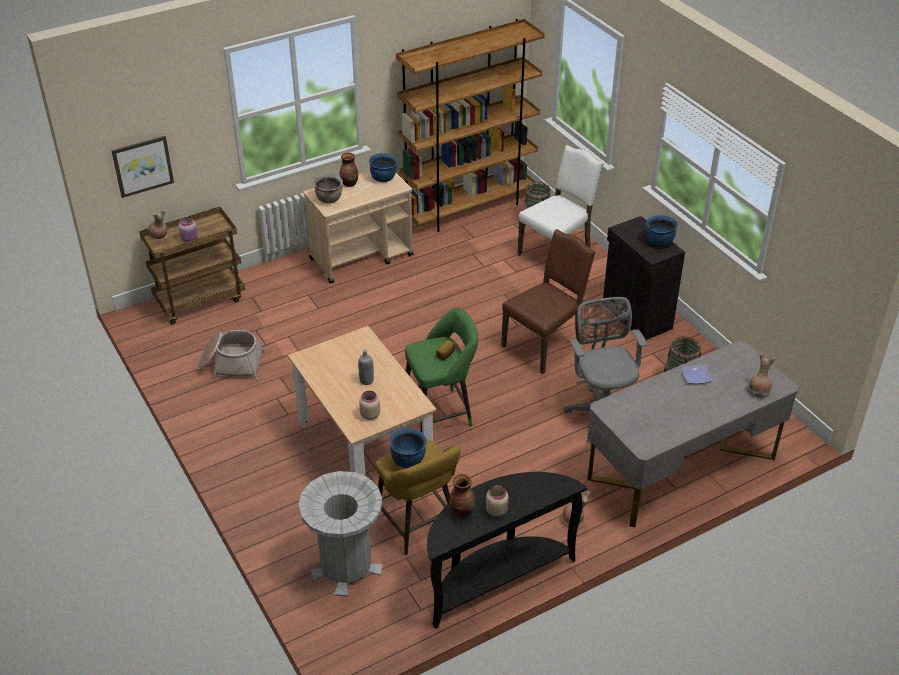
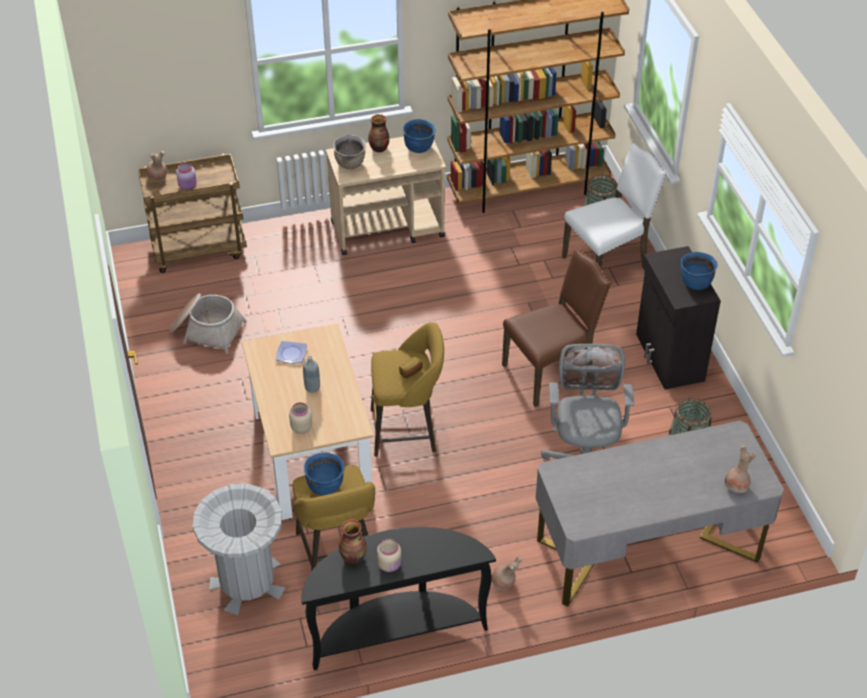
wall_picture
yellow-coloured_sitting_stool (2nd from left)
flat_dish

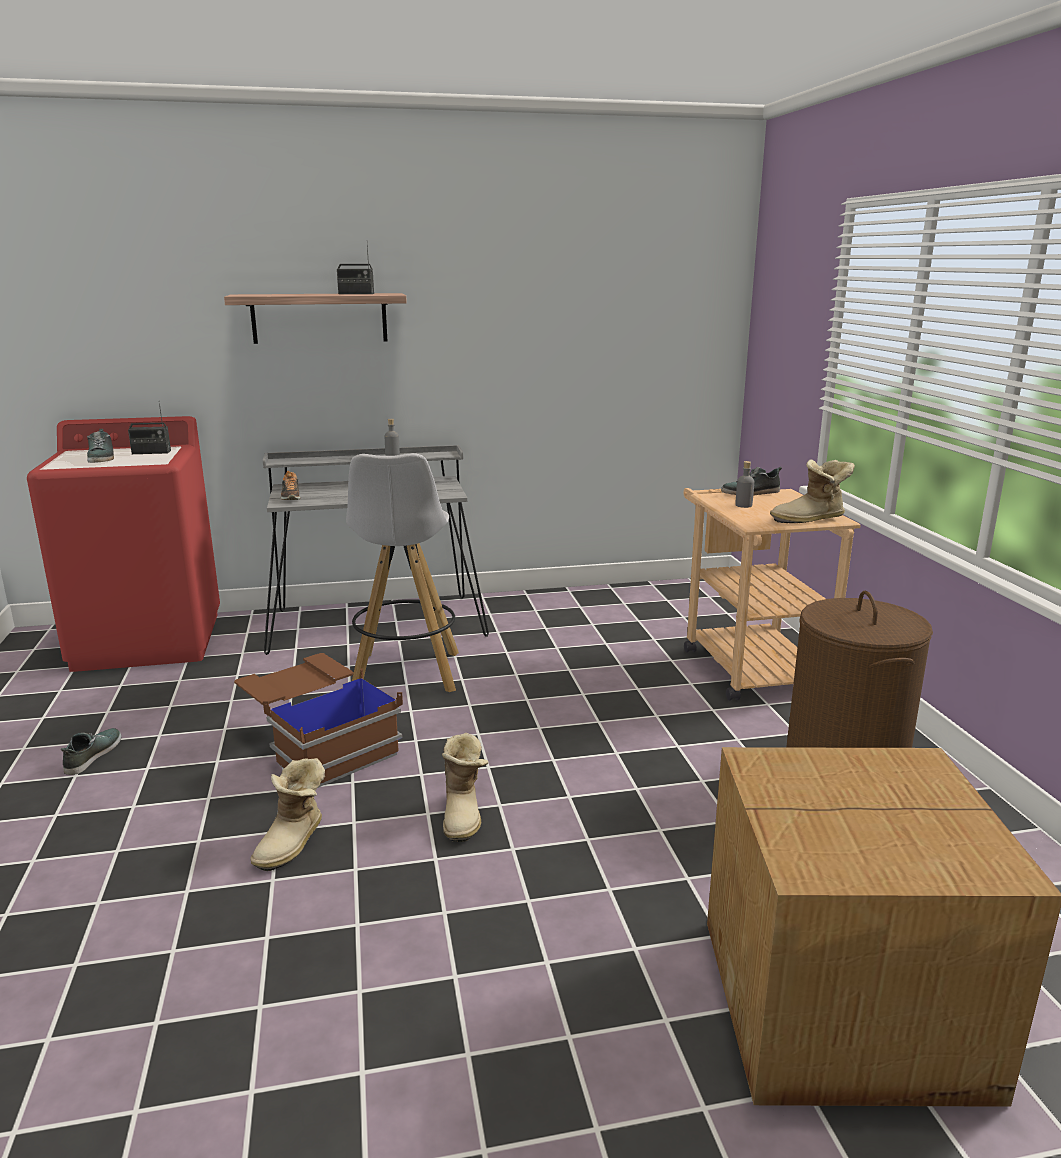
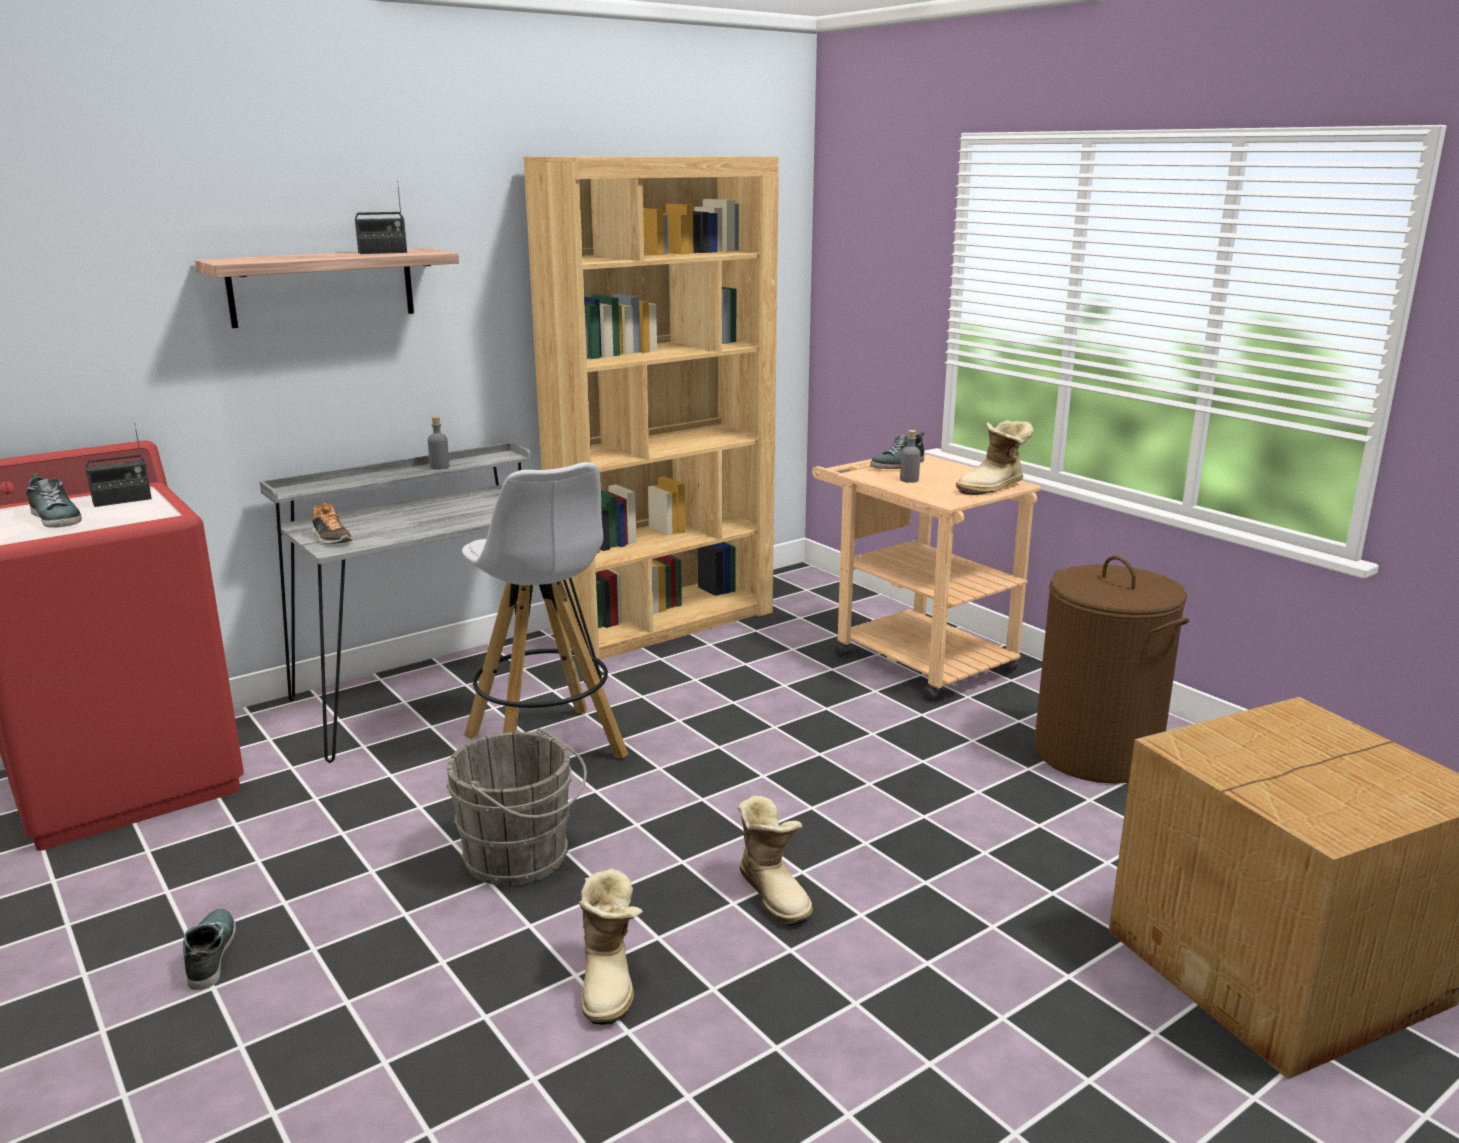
gray_water_bucket
brown-coloured_bookcase

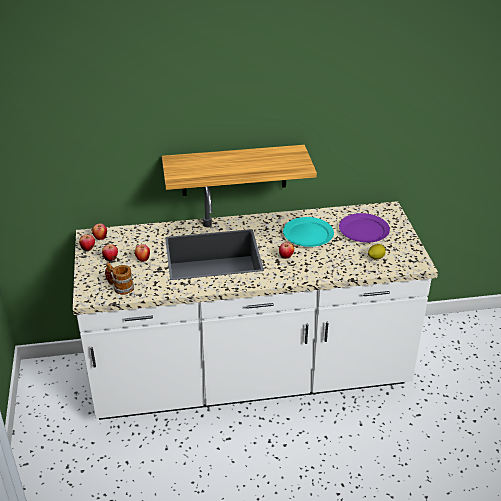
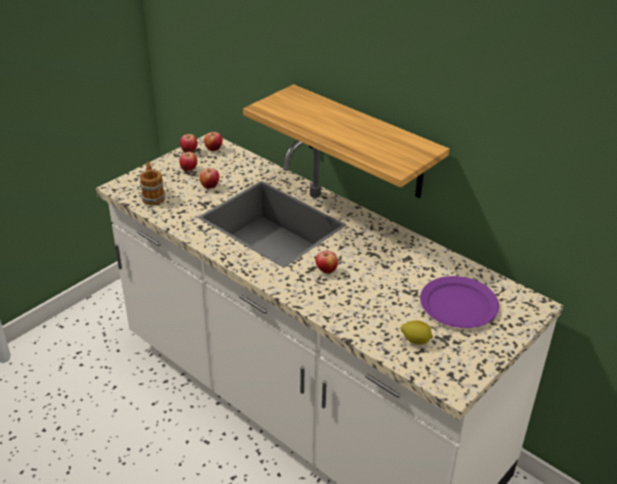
turquoise_flat_dish

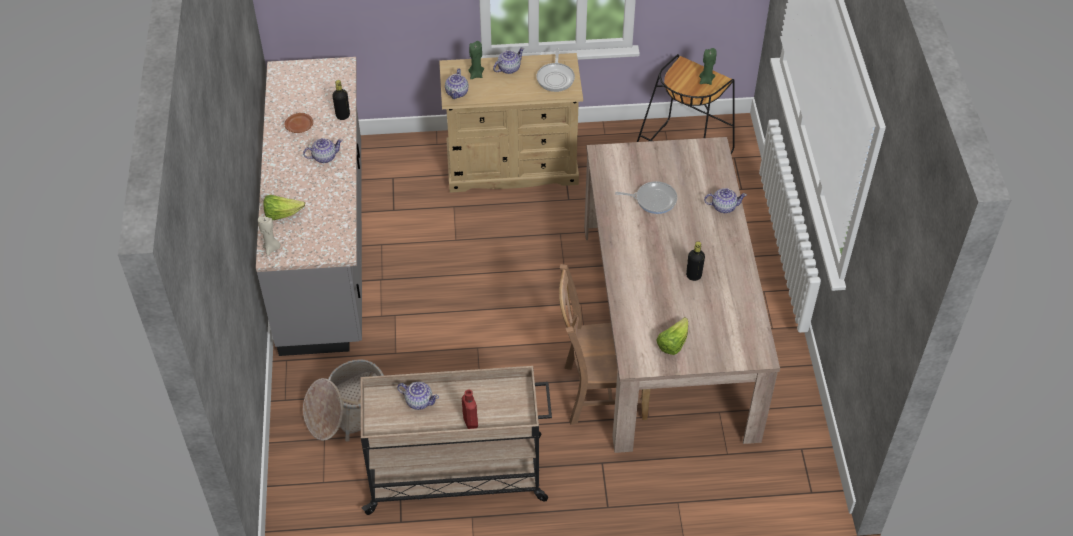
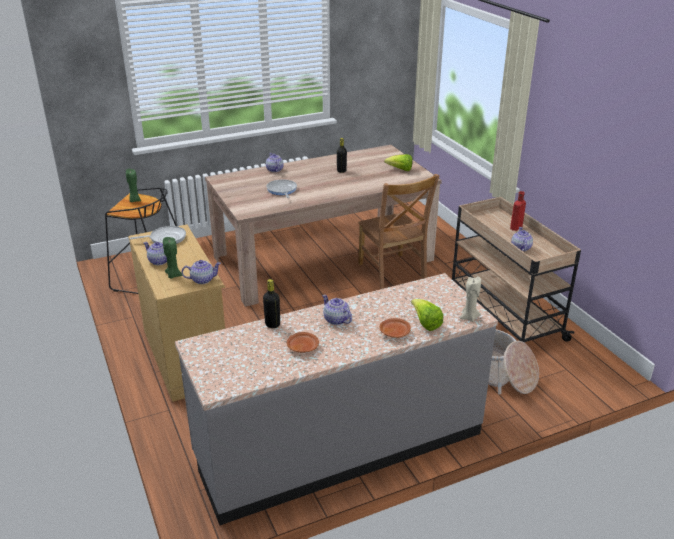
brown-coloured_flat_dish (2nd from left)

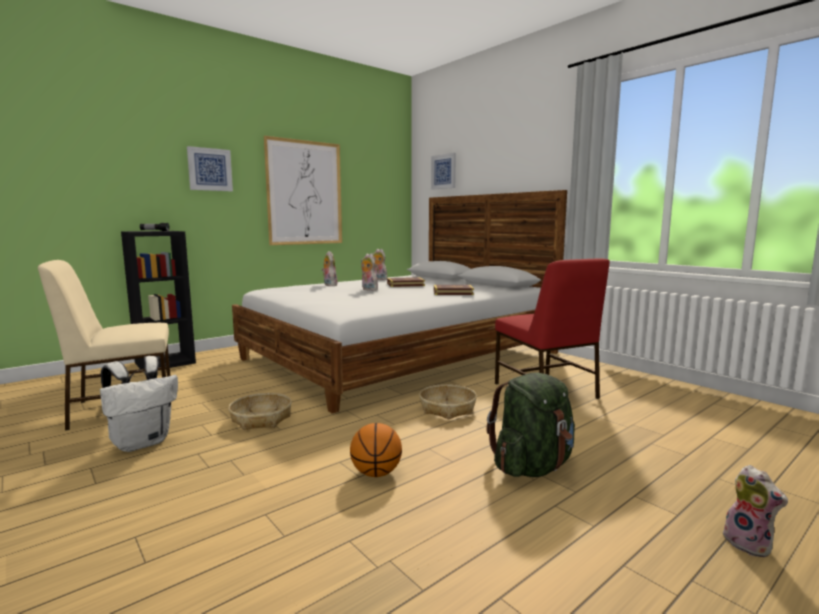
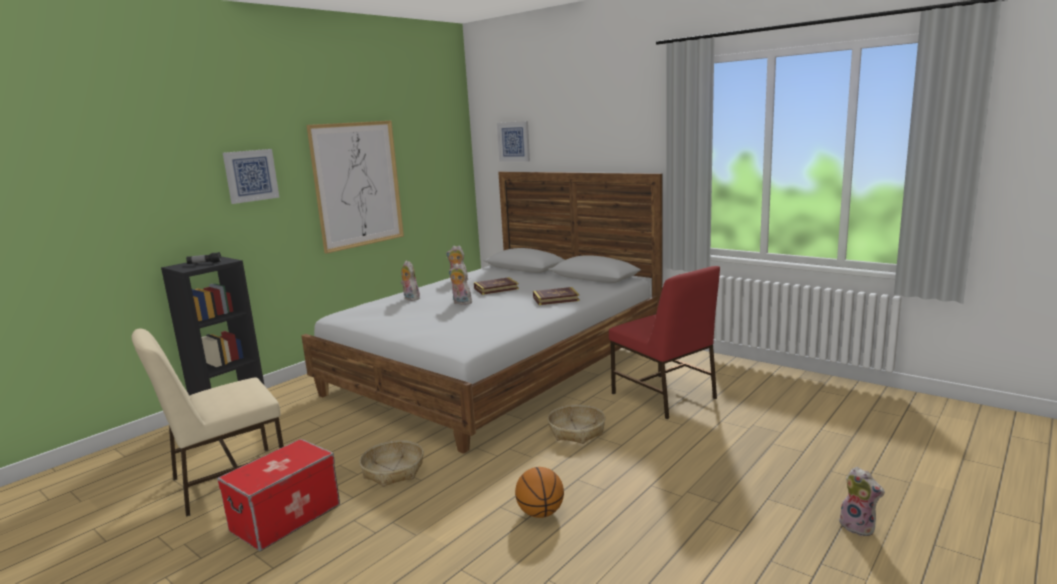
storage_container
green_rucksack

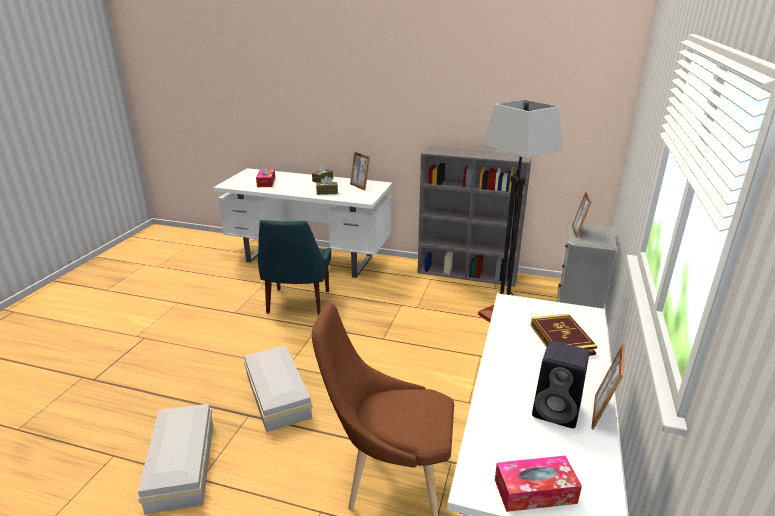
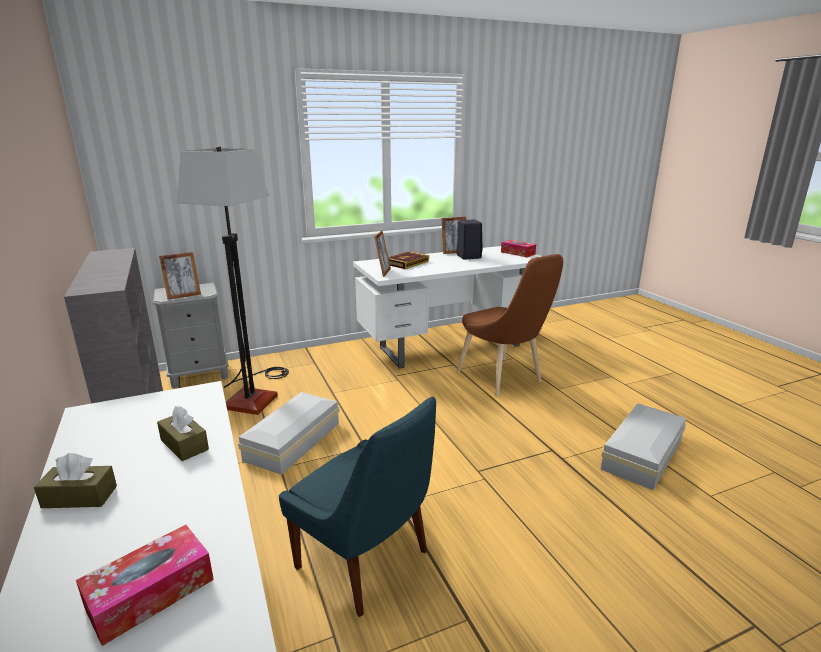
photo_frame (2nd from left)
blue_plain_chair
whitish_storage_container (1st from left)

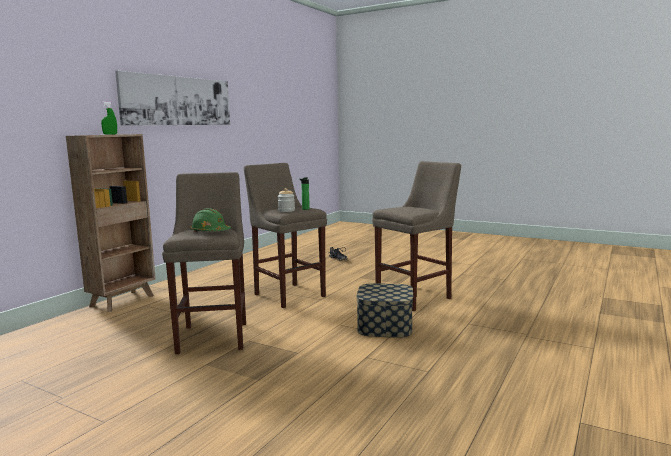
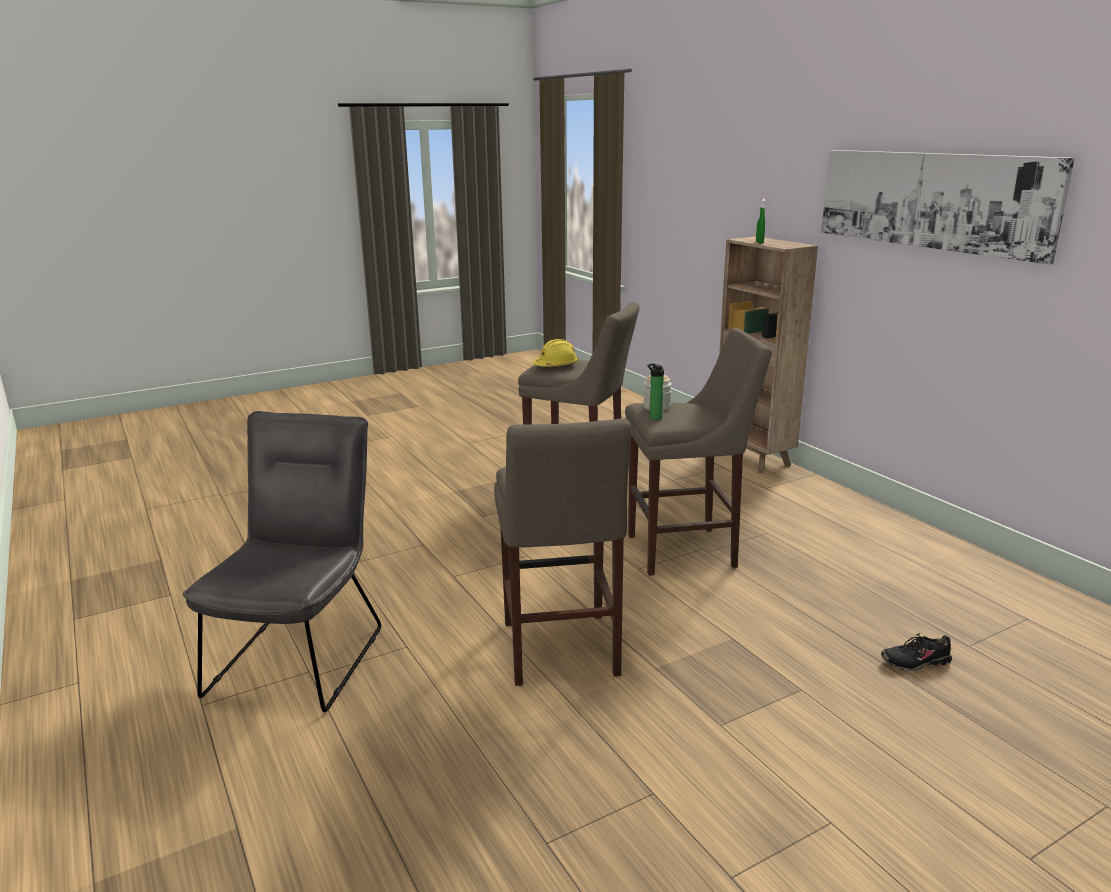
yellow-coloured_hard_hat
storage_container
gray_plain_chair

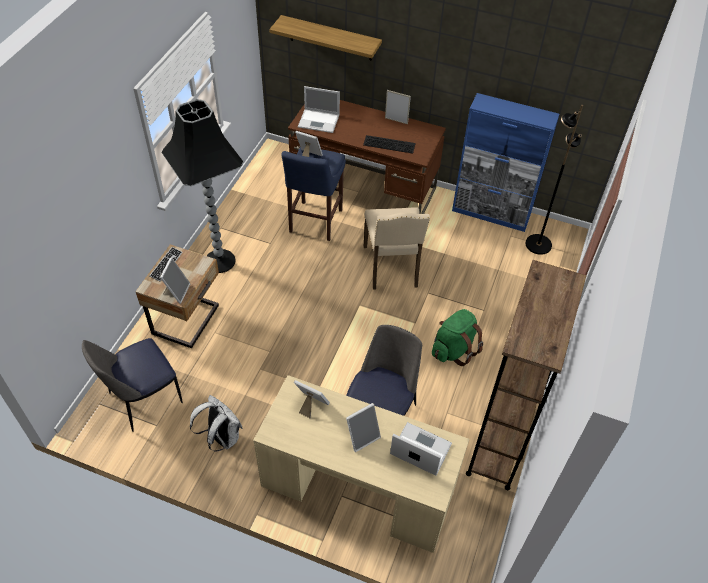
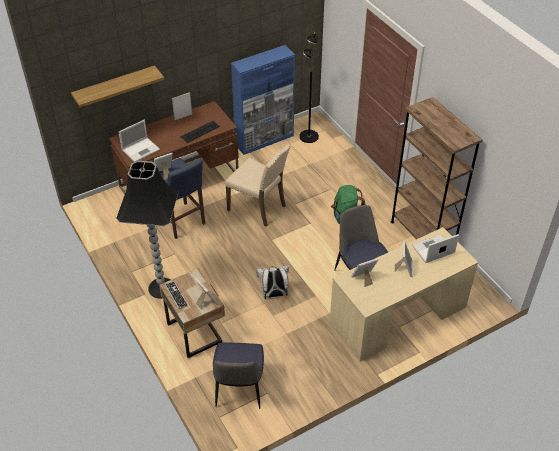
whitish_rucksack

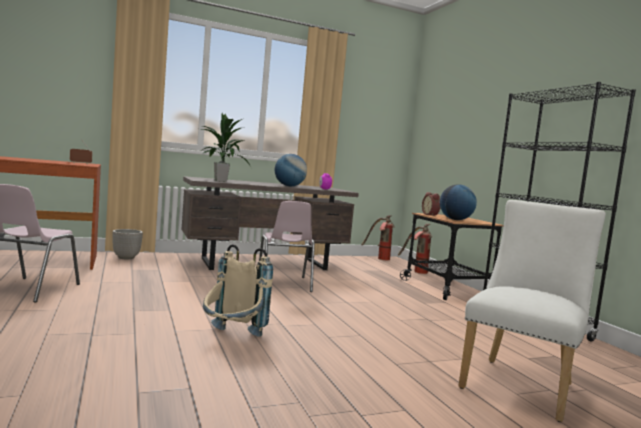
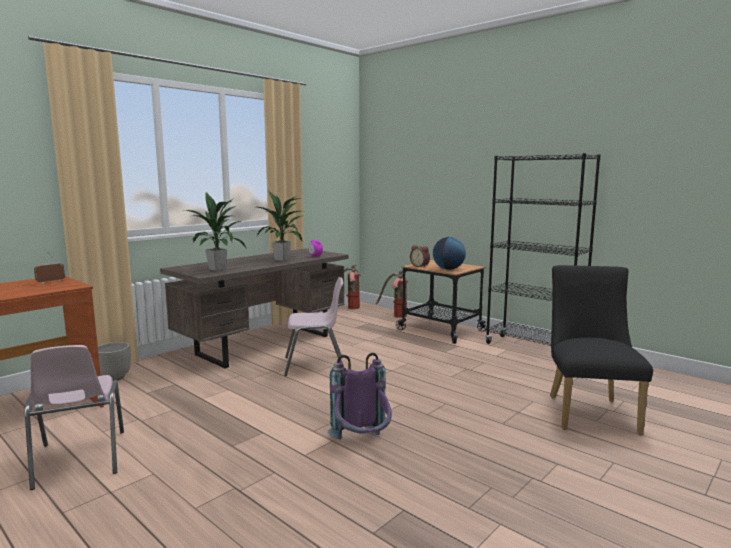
potted_plant (2nd from left)
black-coloured_plain_chair
pink-coloured_plain_chair (2nd from left)
purple-coloured_rucksack

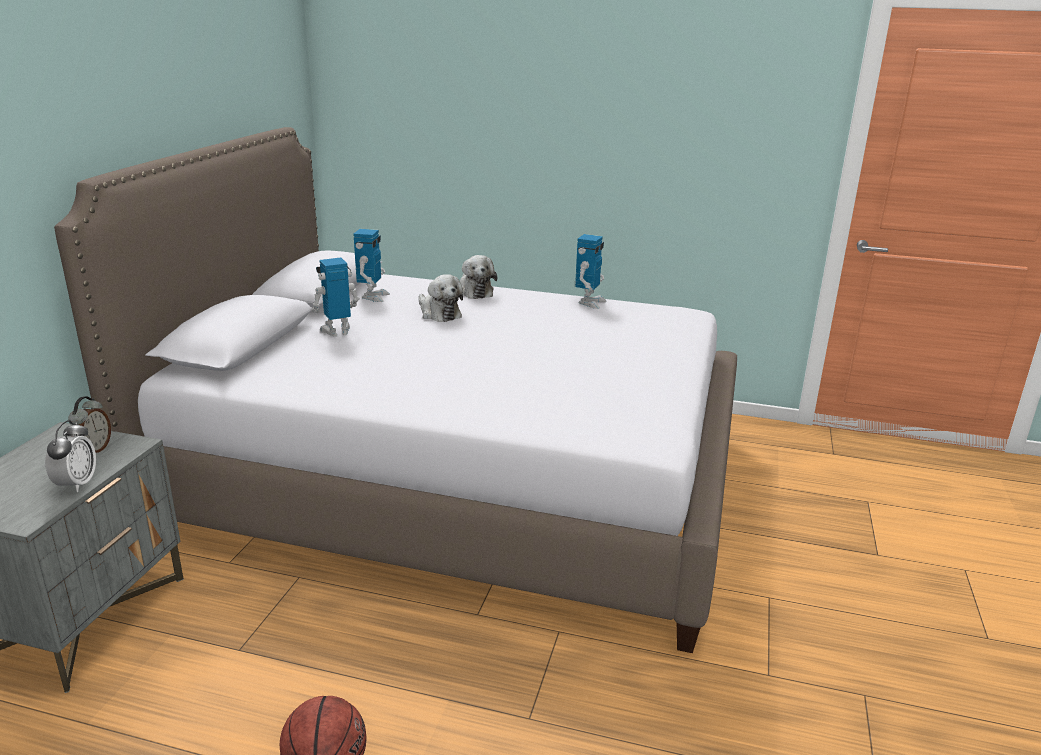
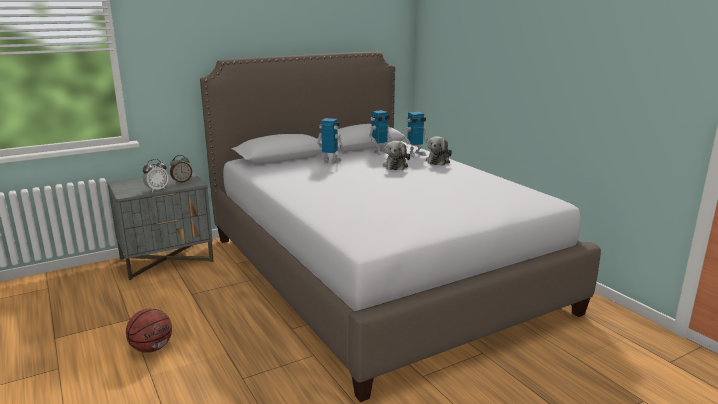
model_robot (3rd from left)

